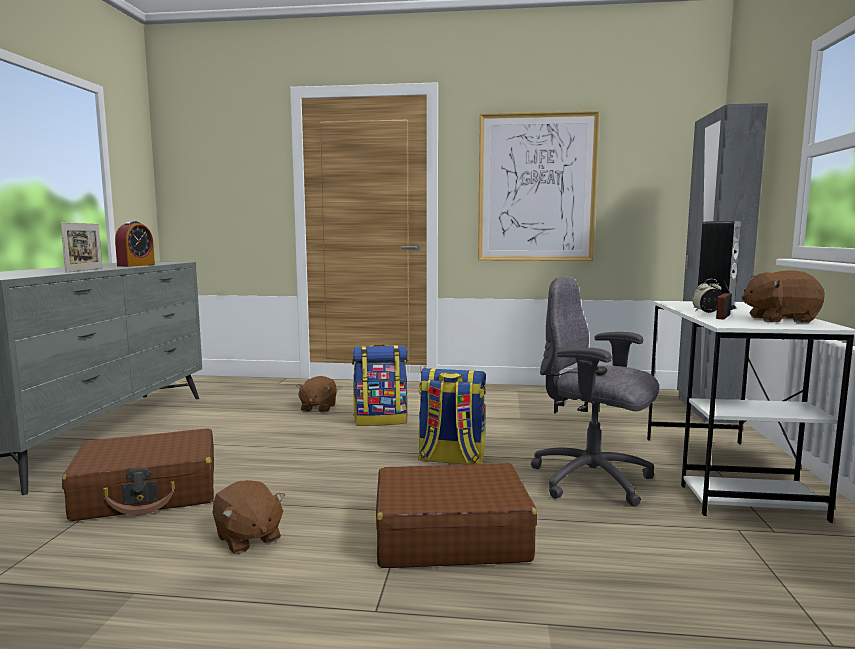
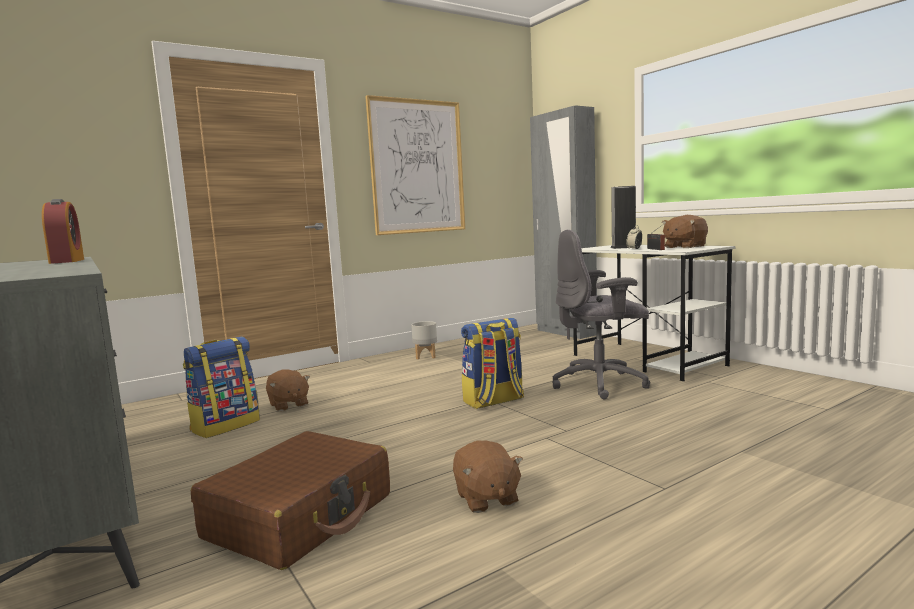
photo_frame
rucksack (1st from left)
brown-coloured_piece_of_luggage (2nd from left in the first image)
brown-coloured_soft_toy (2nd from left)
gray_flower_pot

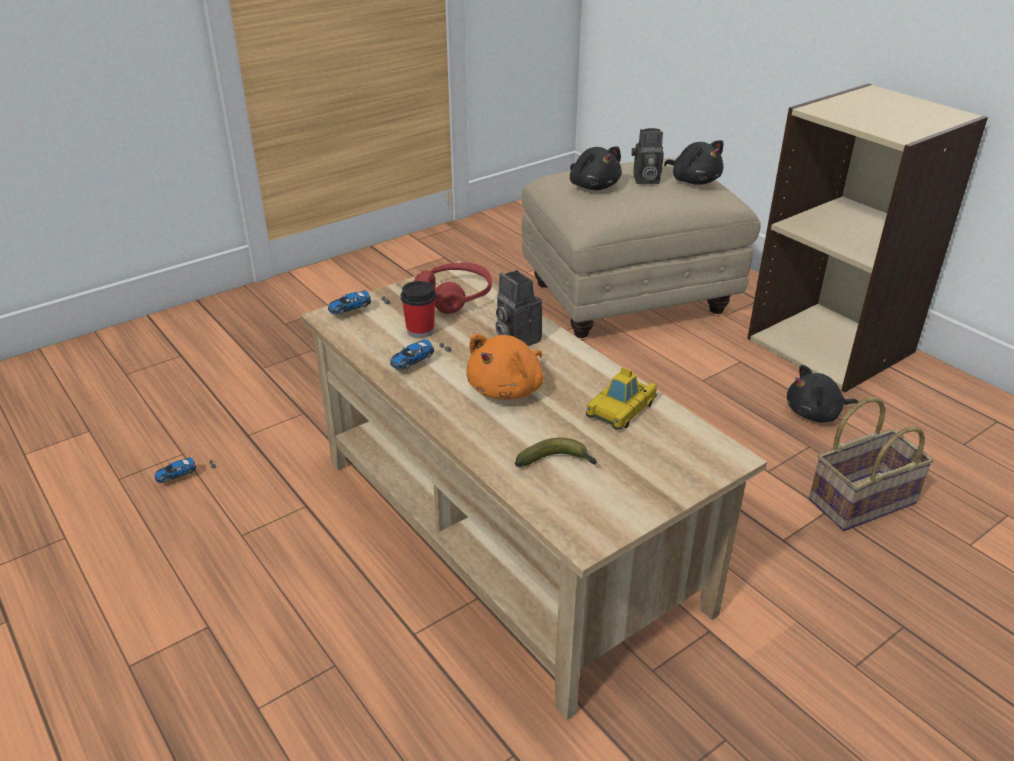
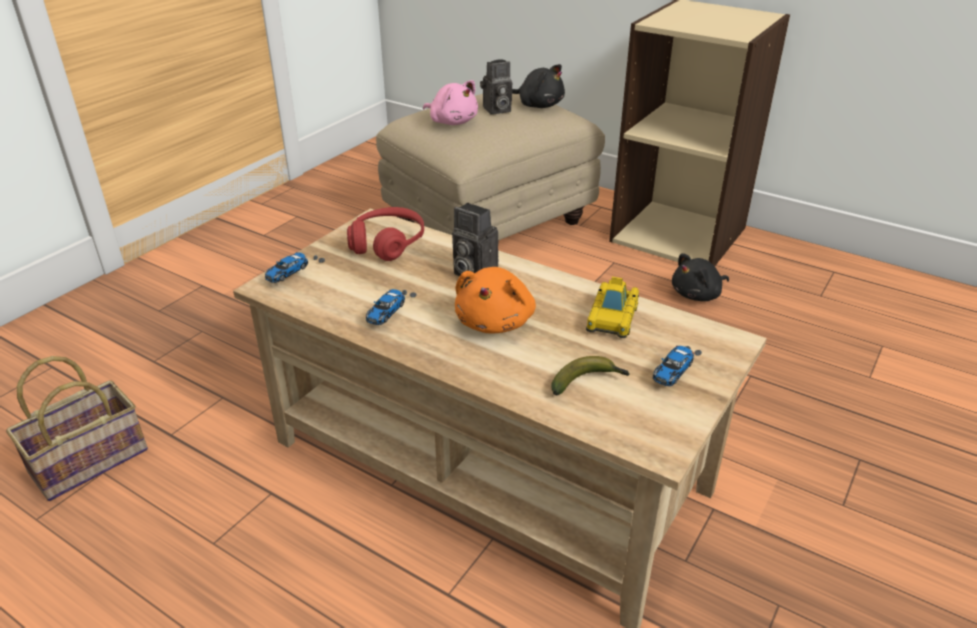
pink-coloured_soft_toy
drinking_cup
basket
toy_car (4th from left)

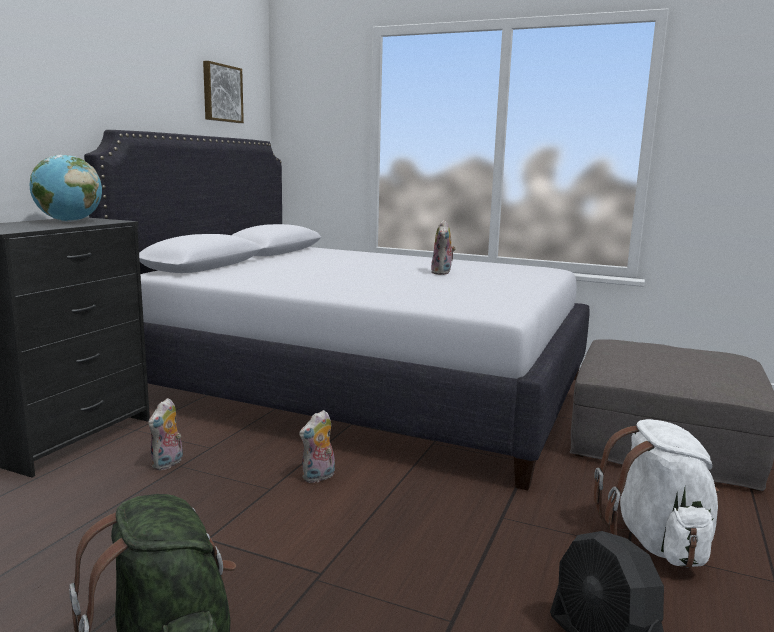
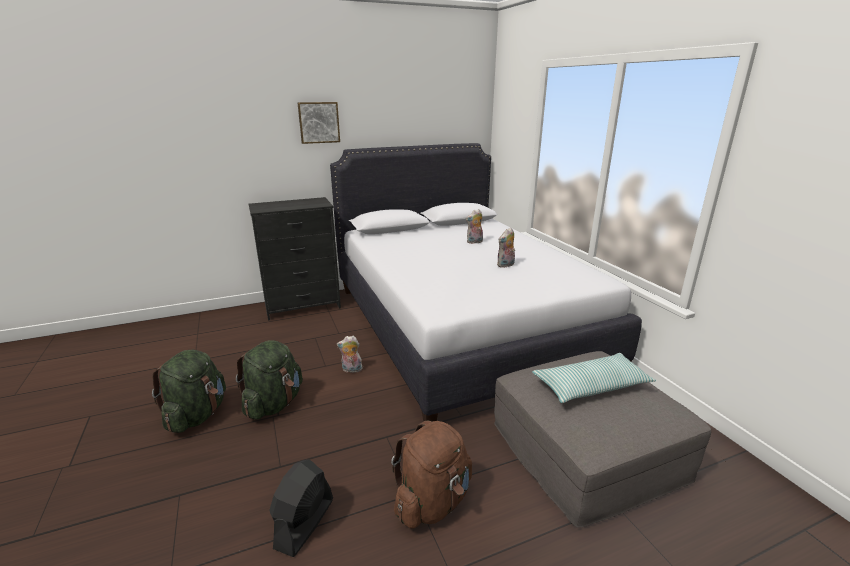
wall_picture
globe
soft_toy (2nd from left)
brown-coloured_rucksack
green_rucksack (2nd from left)
cushion

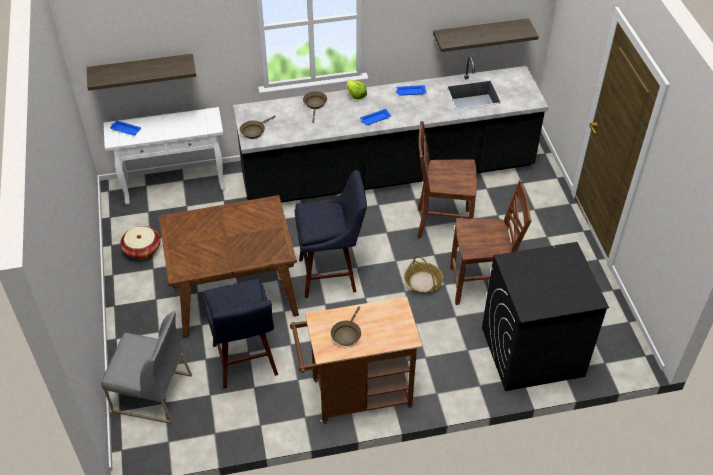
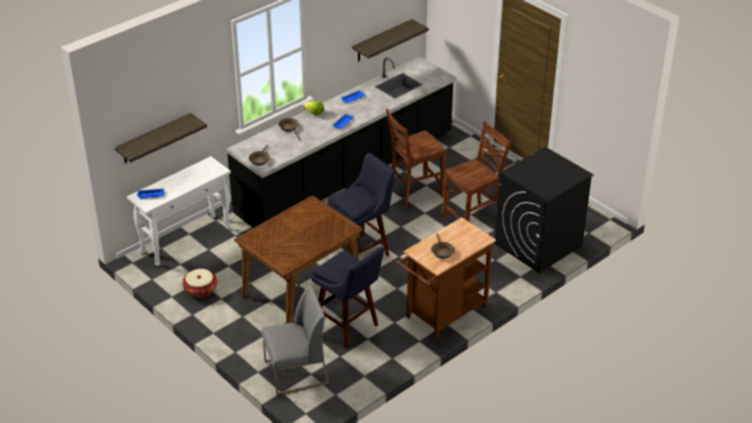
basket (2nd from left in the first image)

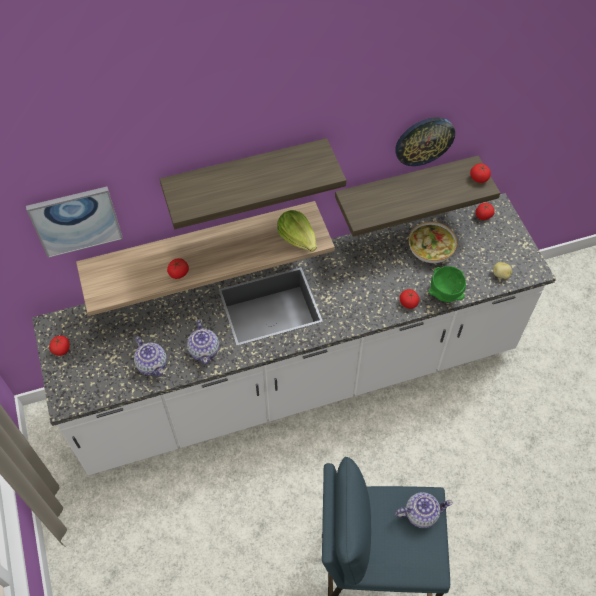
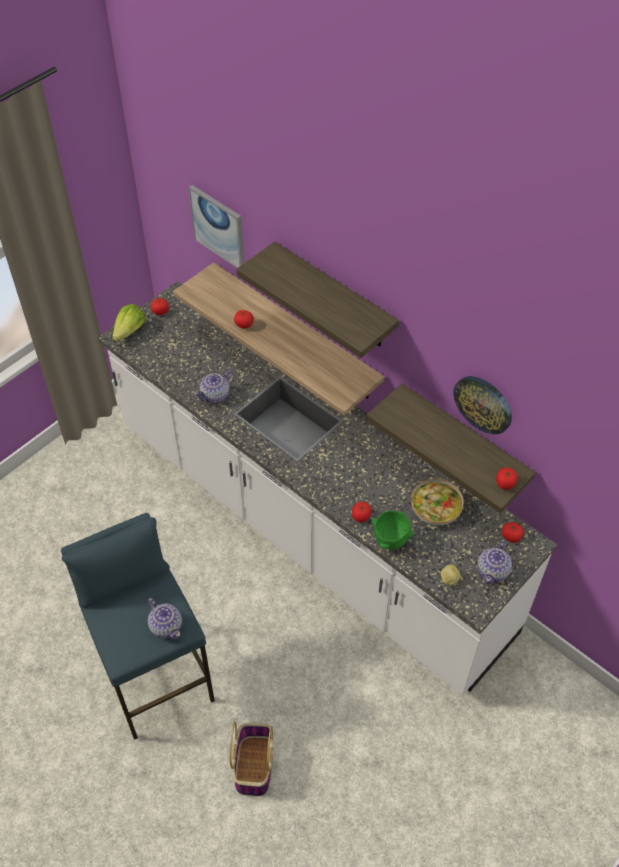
lettuce_head
tea_pot (3rd from left)
basket

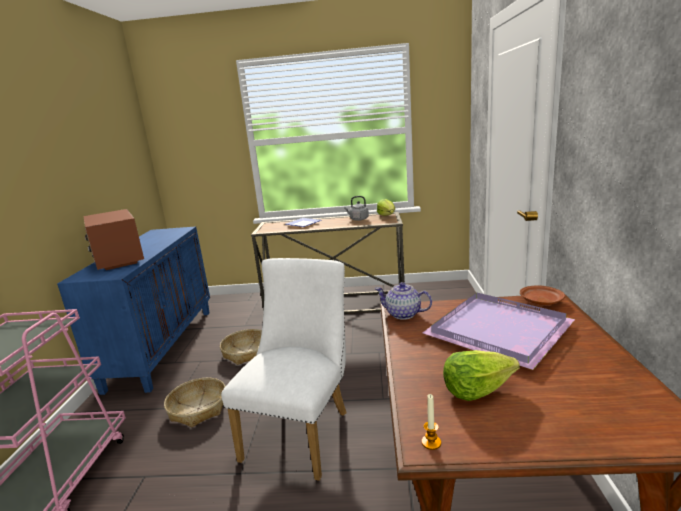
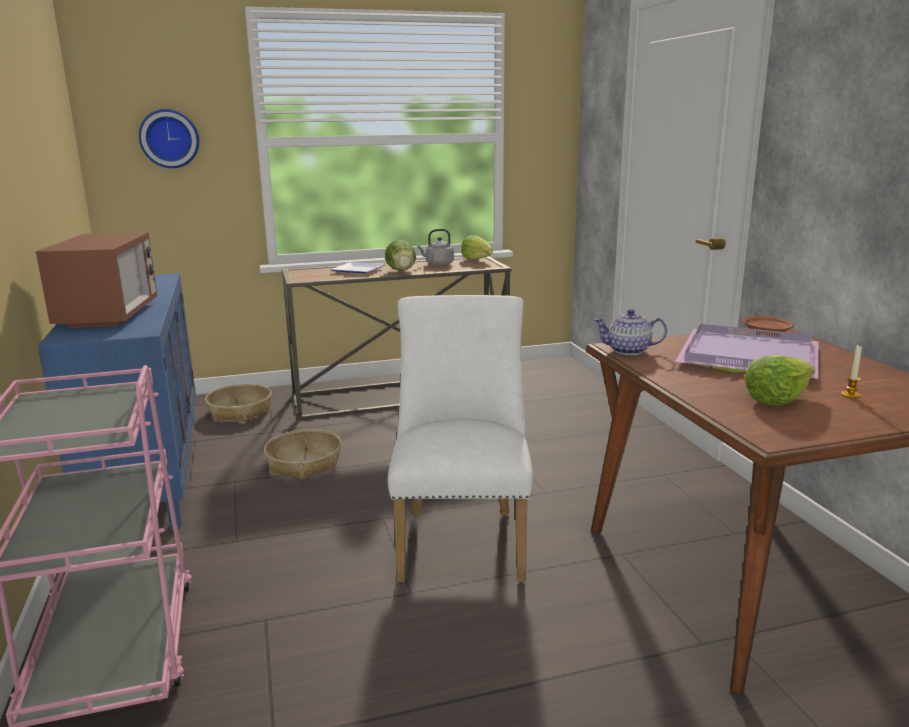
microwave_oven
basket (1st from left)
wax_candle
wall_clock
lettuce_head (1st from left)

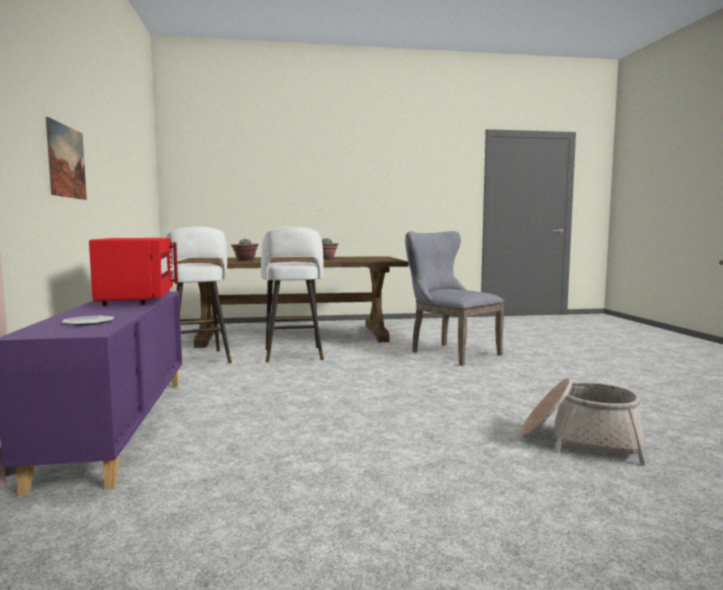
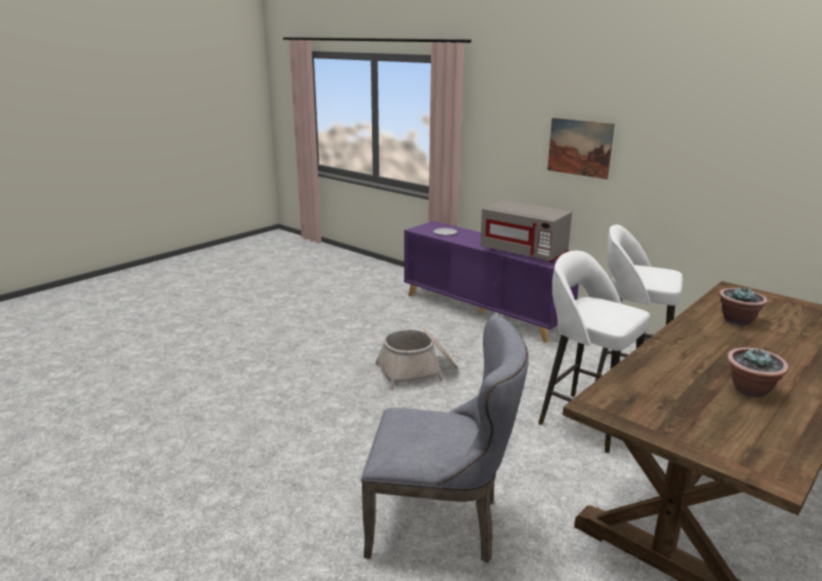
gray_microwave_oven
basket

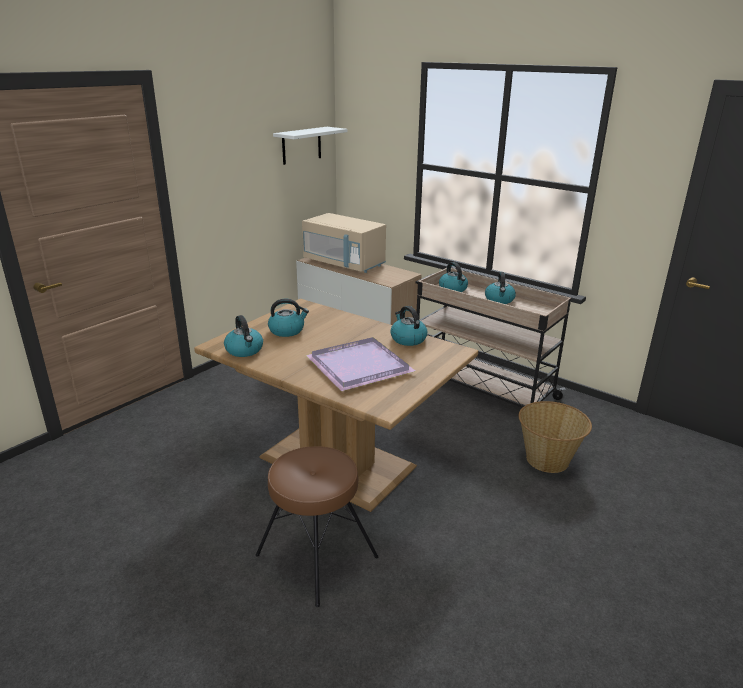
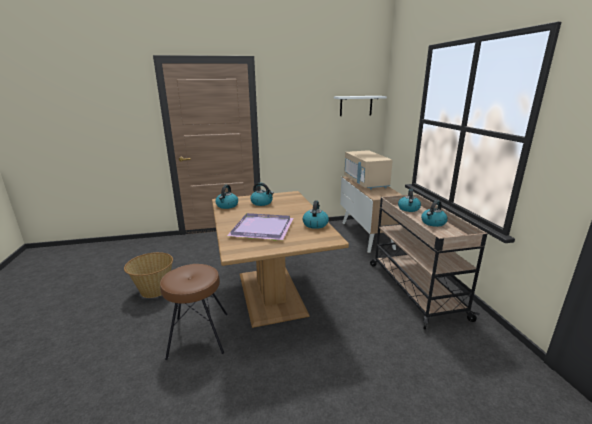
basket

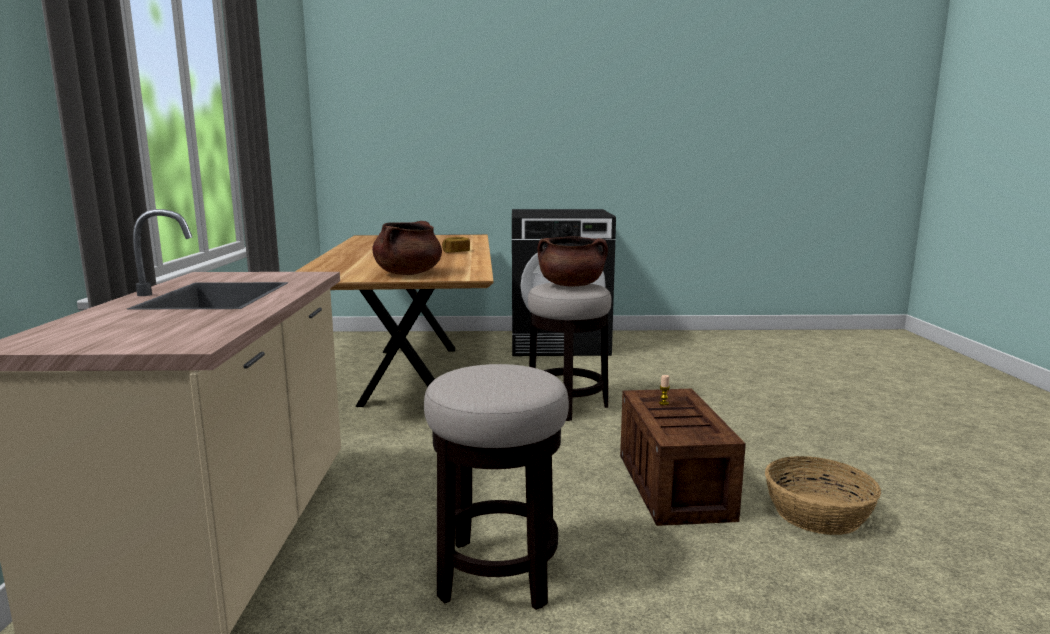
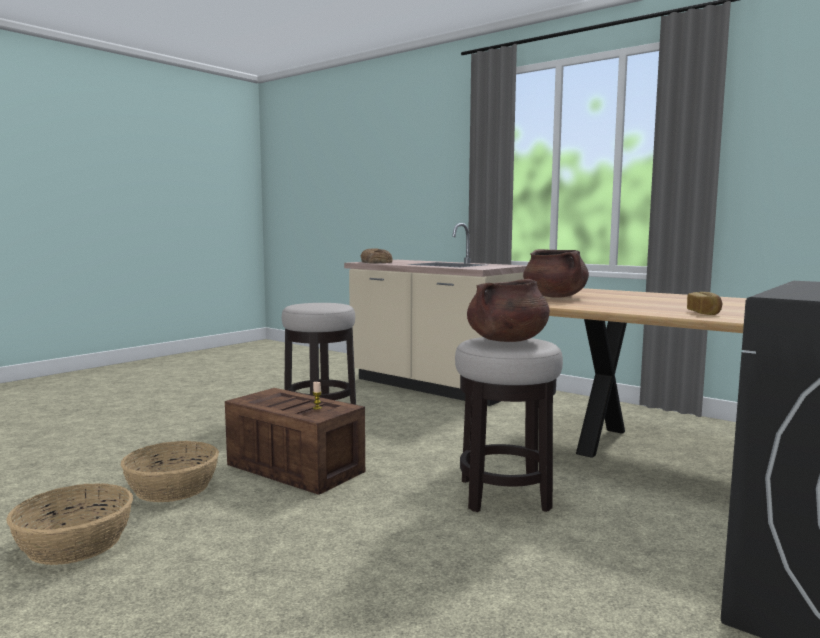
baked_bread (1st from left)
basket (1st from left)

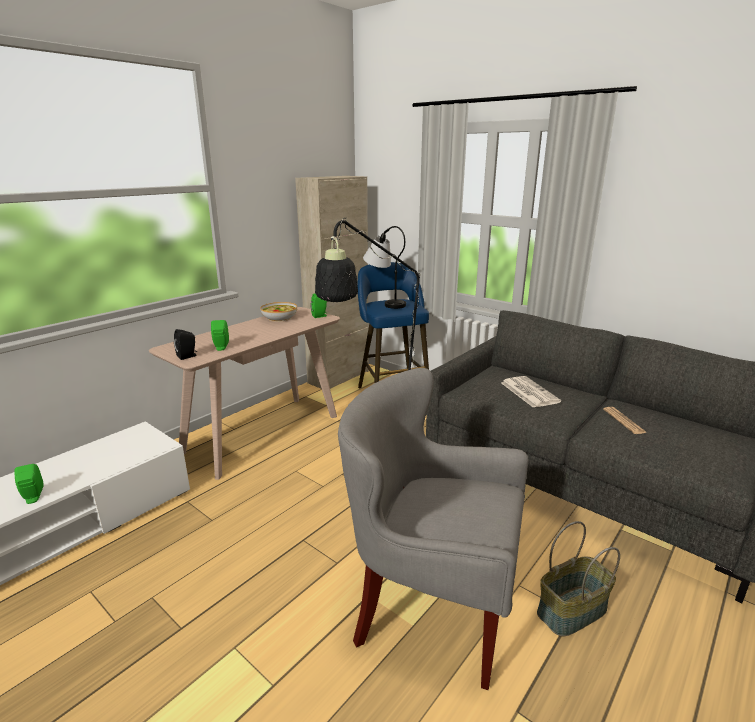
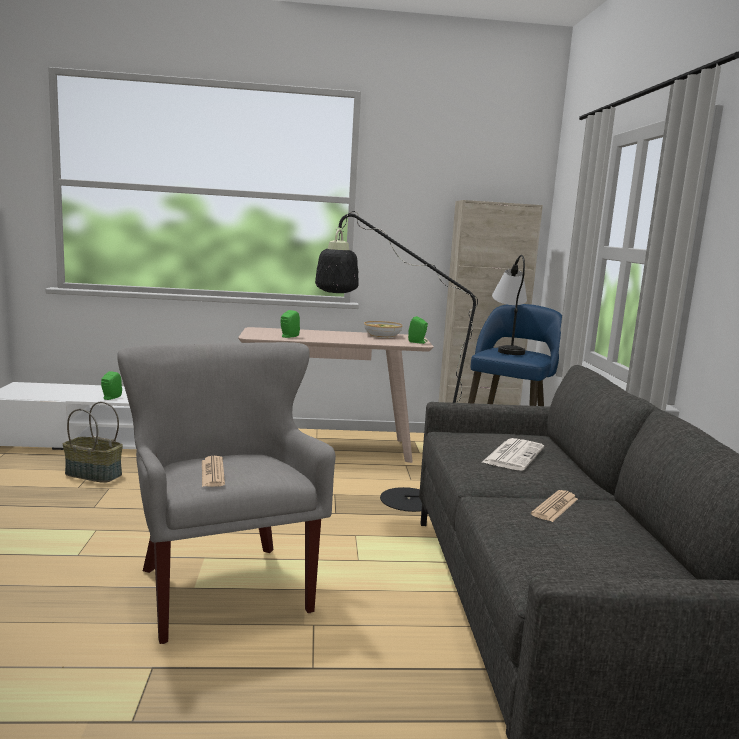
black-coloured_audio_speaker
basket
printed_paper (1st from left)

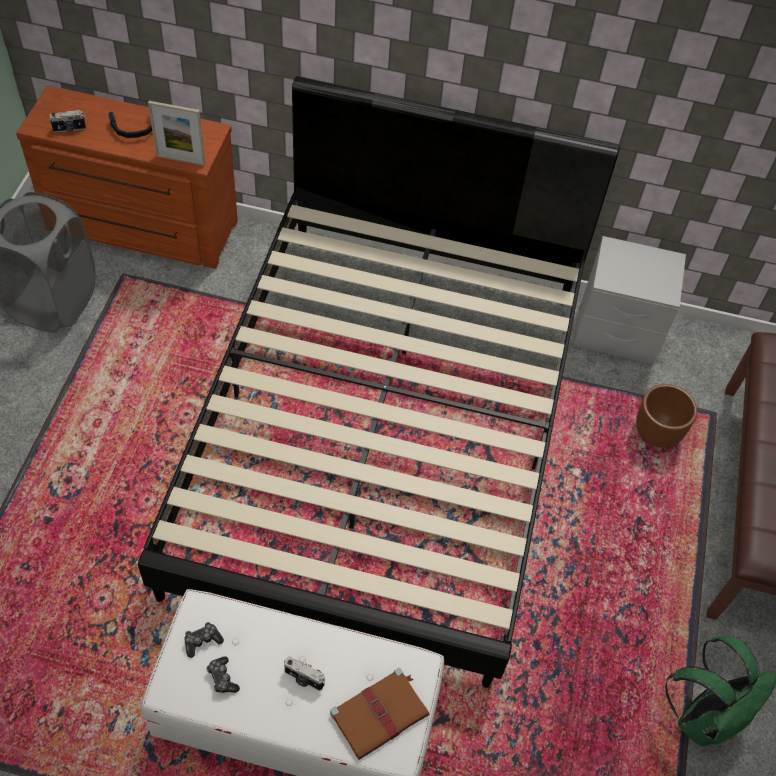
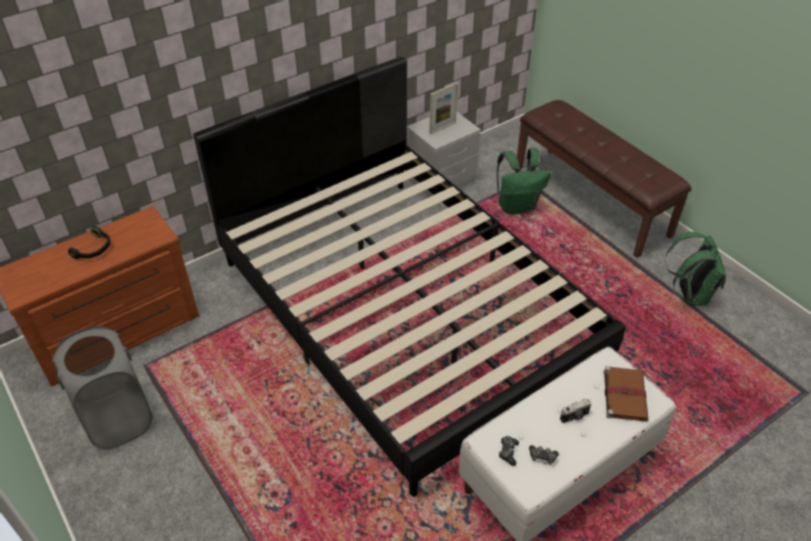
photo_frame
photo_camera (1st from left in the first image)
green_rucksack (1st from left)

